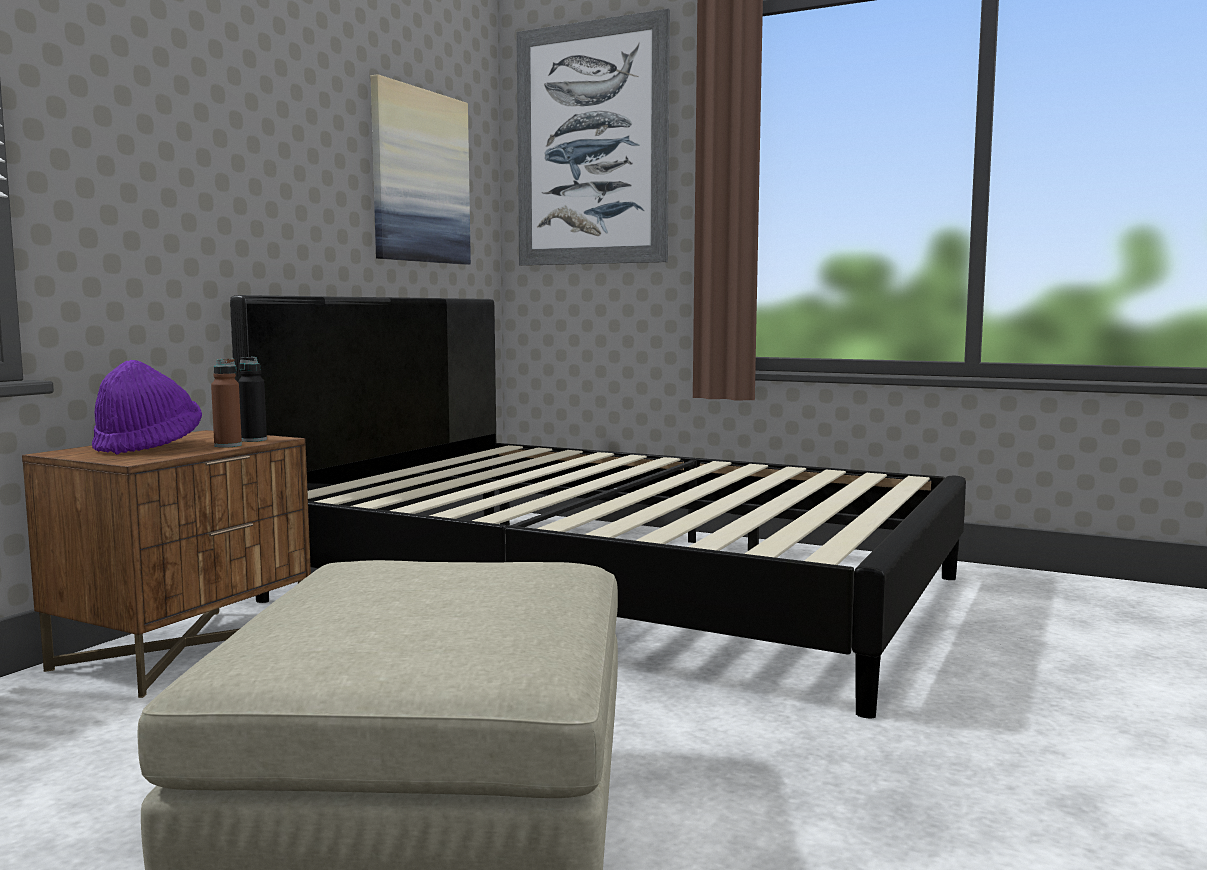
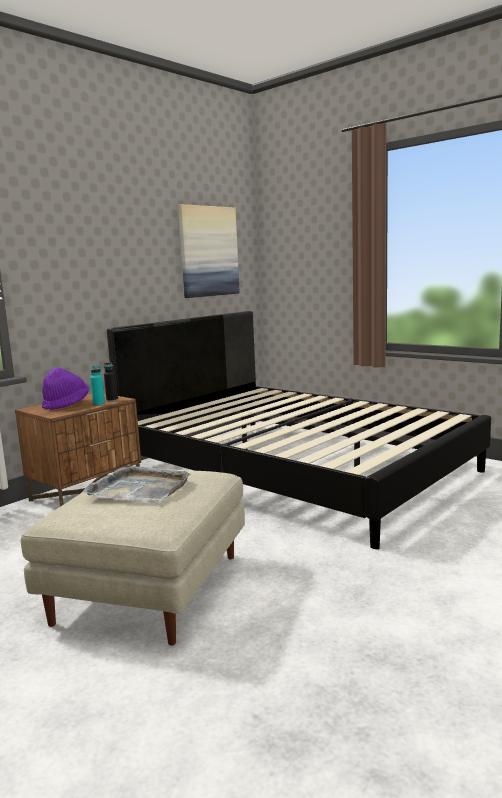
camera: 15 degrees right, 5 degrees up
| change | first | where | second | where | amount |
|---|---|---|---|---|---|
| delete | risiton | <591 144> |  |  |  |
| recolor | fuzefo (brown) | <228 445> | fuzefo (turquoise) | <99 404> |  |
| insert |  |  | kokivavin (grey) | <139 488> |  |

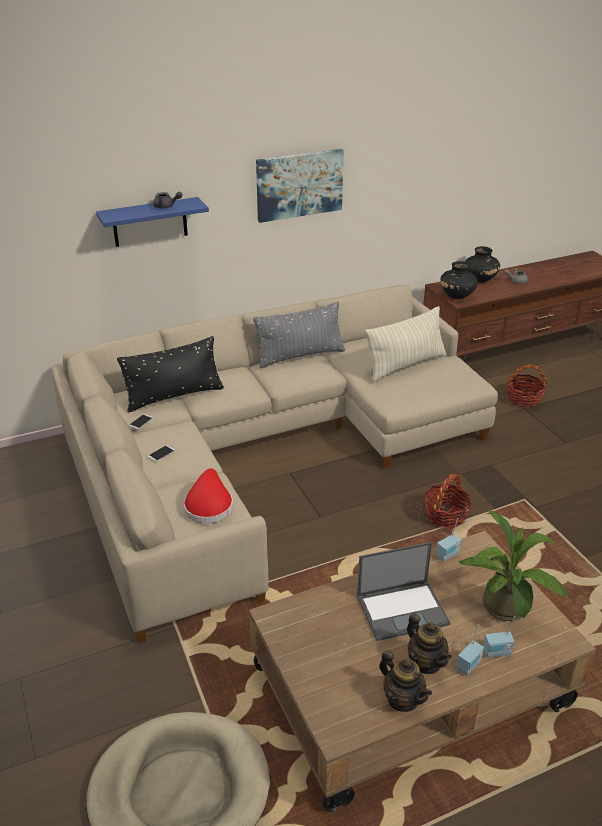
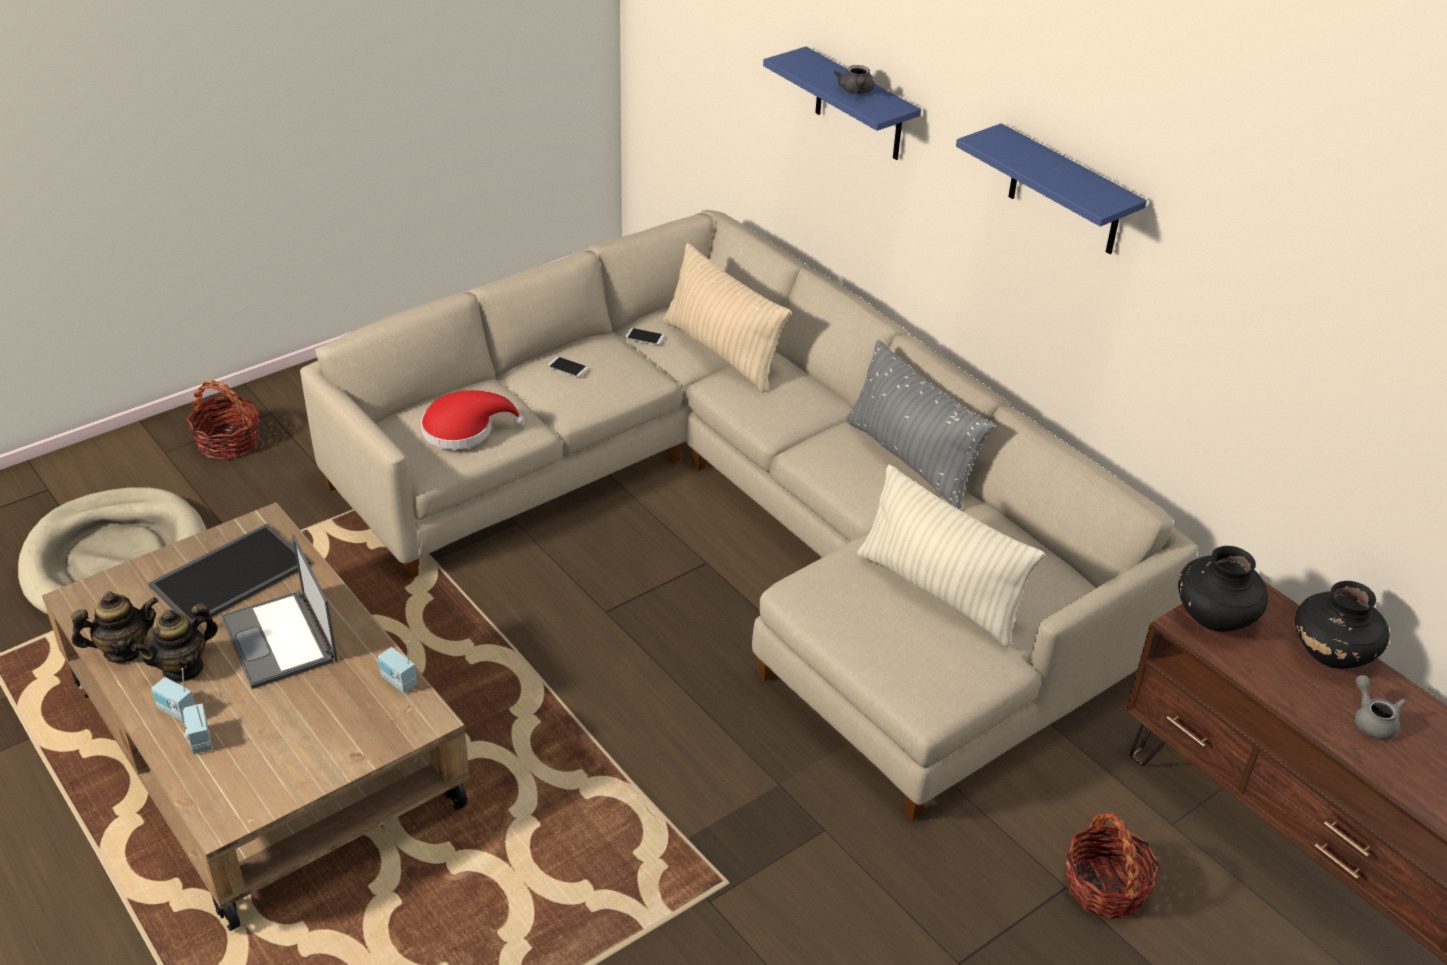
camera: 75 degrees right, 5 degrees up
| change | first | where | second | where | amount |
|---|---|---|---|---|---|
| replace | risiton | <299 184> | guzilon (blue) | <1065 192> |  |
| recolor | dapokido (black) | <174 396> | dapokido (beige) | <722 352> |  |
| move | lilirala | <445 515> |  | <228 442> |  |
| delete | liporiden | <507 611> |  |  |  |
| rotate | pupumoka | <402 699> |  | <124 650> | 150 degrees counterclockwise |
| insert |  |  | kokivavin | <231 573> |  |

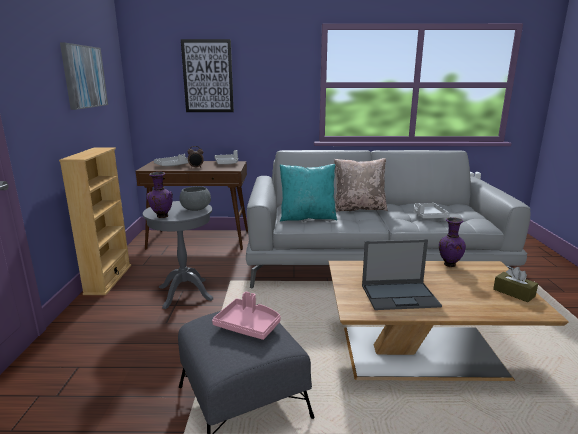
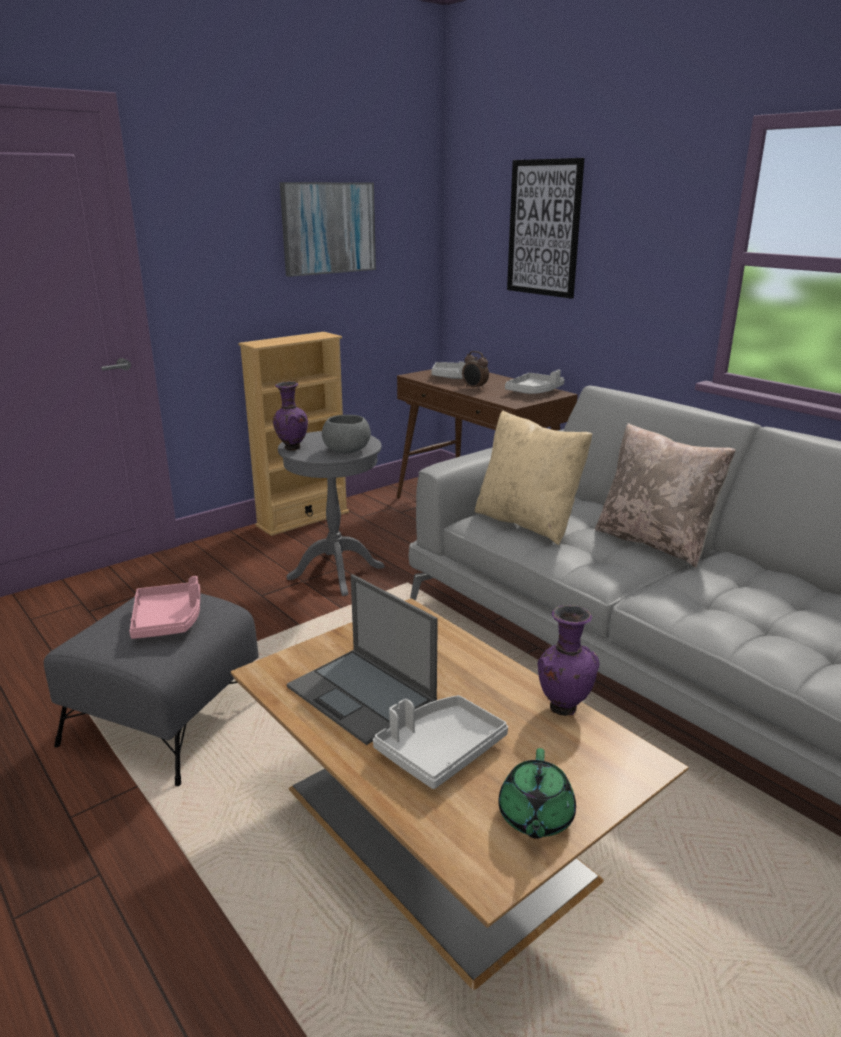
camera: 50 degrees right, 5 degrees up
| change | first | where | second | where | amount |
|---|---|---|---|---|---|
| recolor | dapokido (turquoise) | <307 217> | dapokido (beige) | <528 523> |  |
| move | kokivavin (grey) | <428 216> |  | <440 750> |  |
| replace | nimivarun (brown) | <514 293> | pupumoka (green) | <535 817> |  |

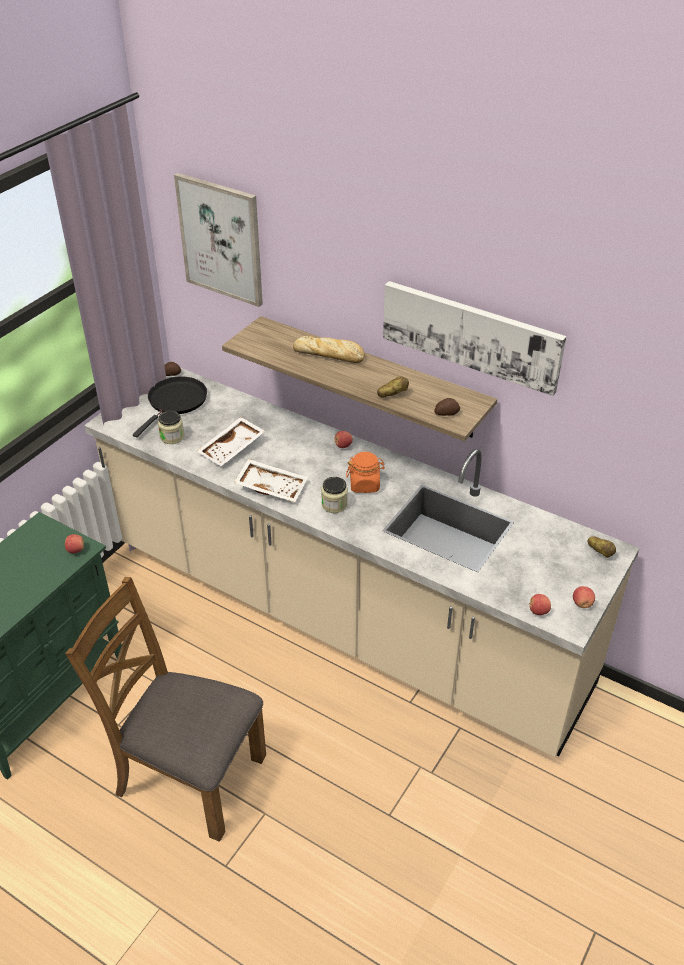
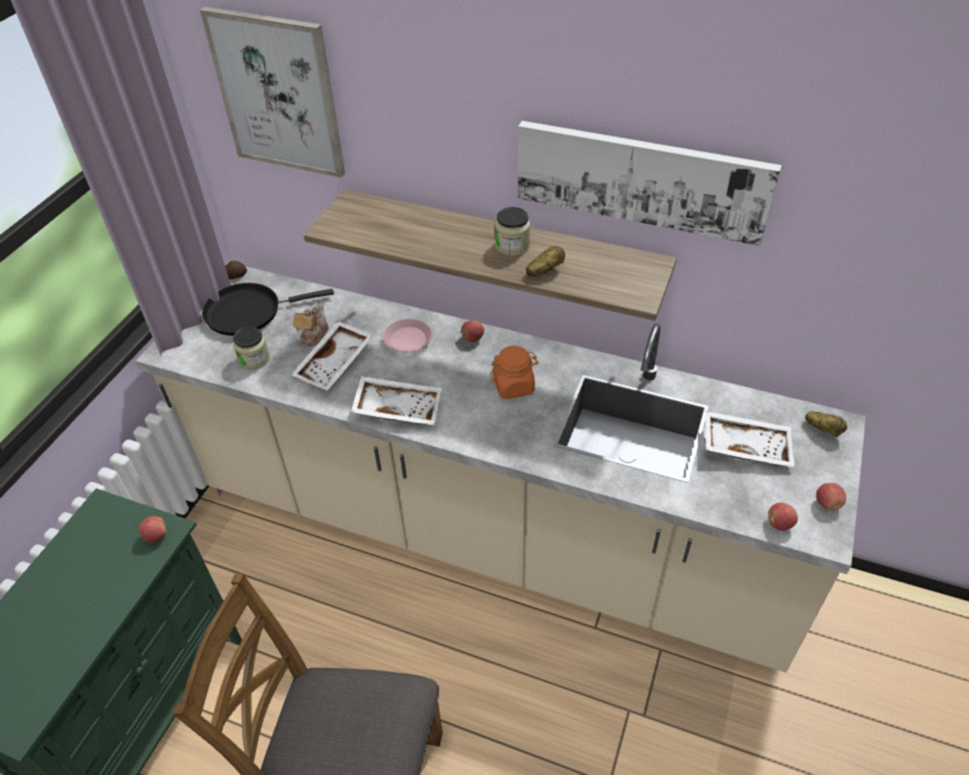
camera: 10 degrees left, 5 degrees up
| change | first | where | second | where | amount |
|---|---|---|---|---|---|
| delete | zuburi | <330 355> |  |  |  |
| rotate | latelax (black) | <175 402> |  | <248 312> | 120 degrees counterclockwise |
| delete | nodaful | <446 413> |  |  |  |
| move | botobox | <334 504> |  | <512 246> |  |
| insert |  |  | pupumoka | <312 335> |  |
| insert |  |  | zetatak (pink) | <408 340> |  |
| insert |  |  | kokivavin (white) | <746 445> |  |

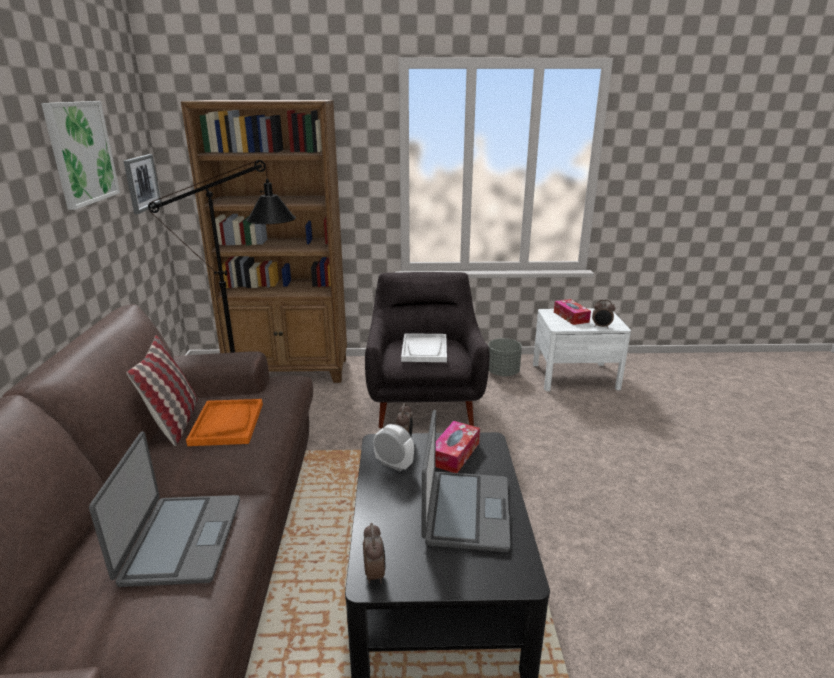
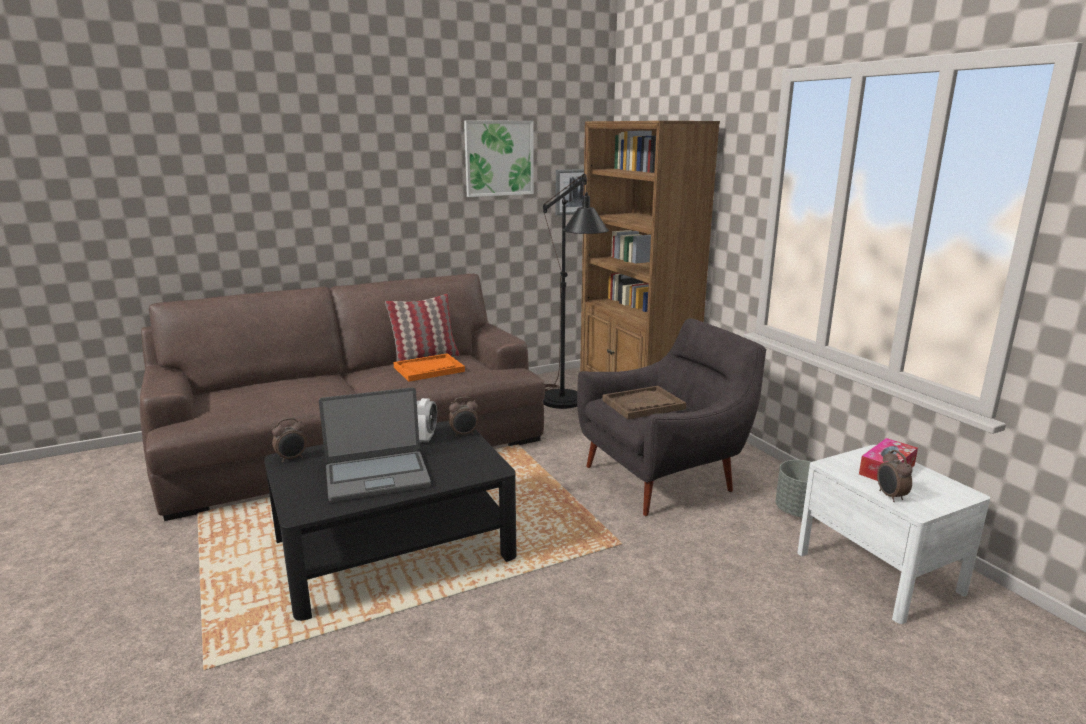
camera: 65 degrees right, 5 degrees down
| change | first | where | second | where | amount |
|---|---|---|---|---|---|
| recolor | kokivavin (white) | <424 349> | kokivavin (brown) | <643 405> |  |
| delete | nimivarun | <454 454> |  |  |  |
| delete | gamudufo | <180 540> |  |  |  |

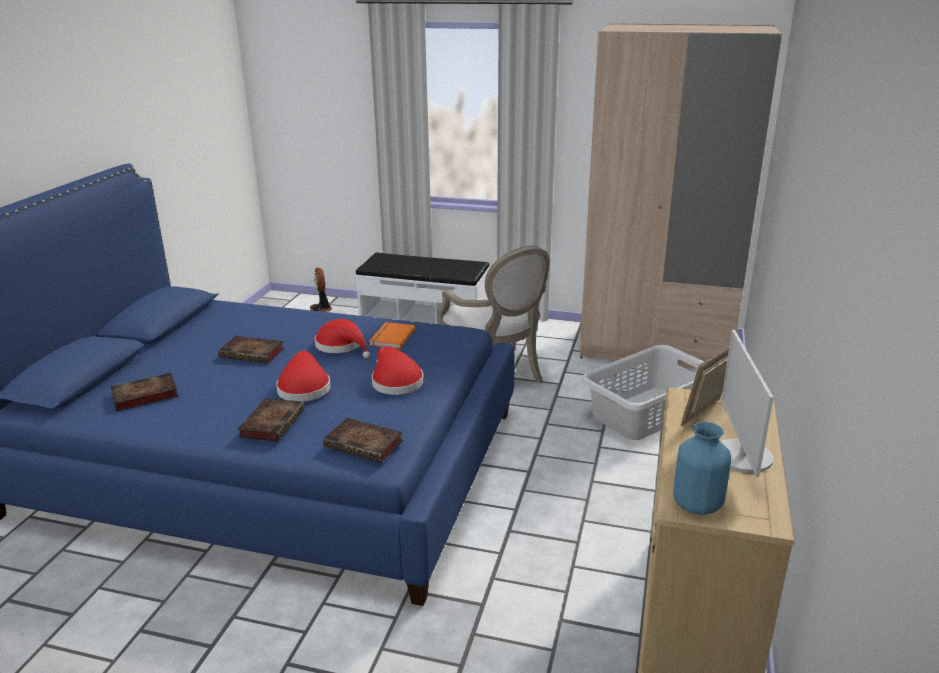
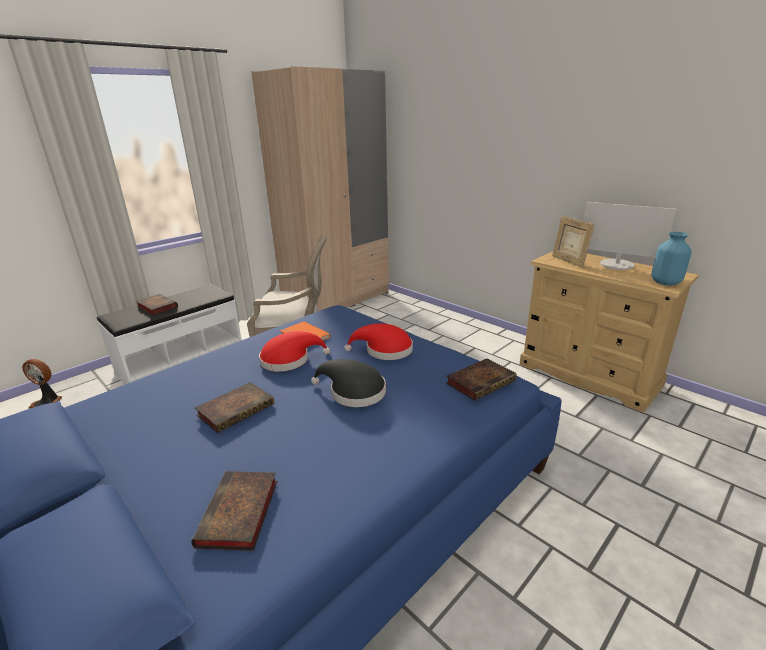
camera: 60 degrees left, 0 degrees up
| change | first | where | second | where | amount |
|---|---|---|---|---|---|
| delete | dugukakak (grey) | <647 413> |  |  |  |
| recolor | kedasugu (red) | <304 388> | kedasugu (black) | <353 392> |  |
| move | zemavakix | <272 422> |  | <156 307> |  |

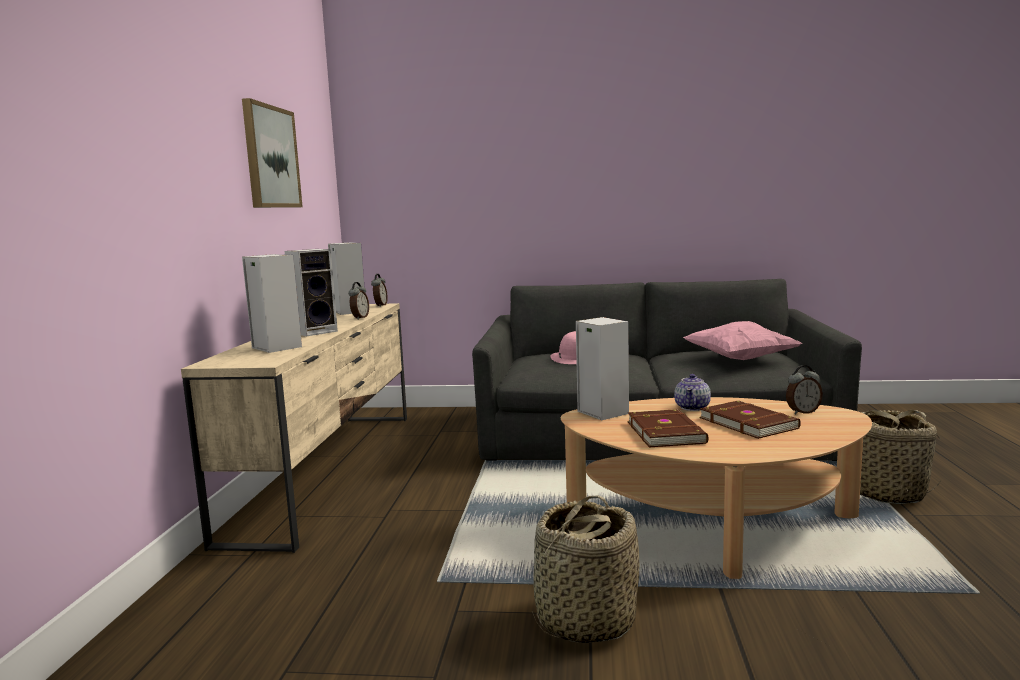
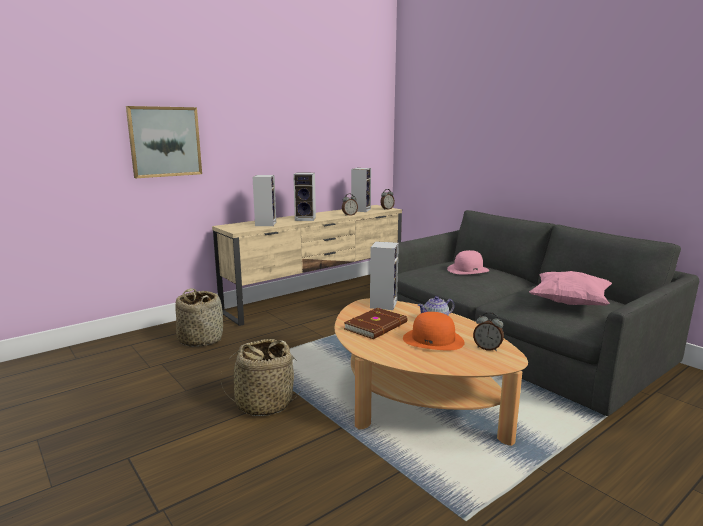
camera: 45 degrees right, 5 degrees up
| change | first | where | second | where | amount |
|---|---|---|---|---|---|
| move | risiton | <270 157> |  | <165 141> |  |
| replace | zemavakix (brown) | <748 423> | kedasugu (orange) | <433 340> |  |
| move | lilirala | <884 493> |  | <201 339> |  |

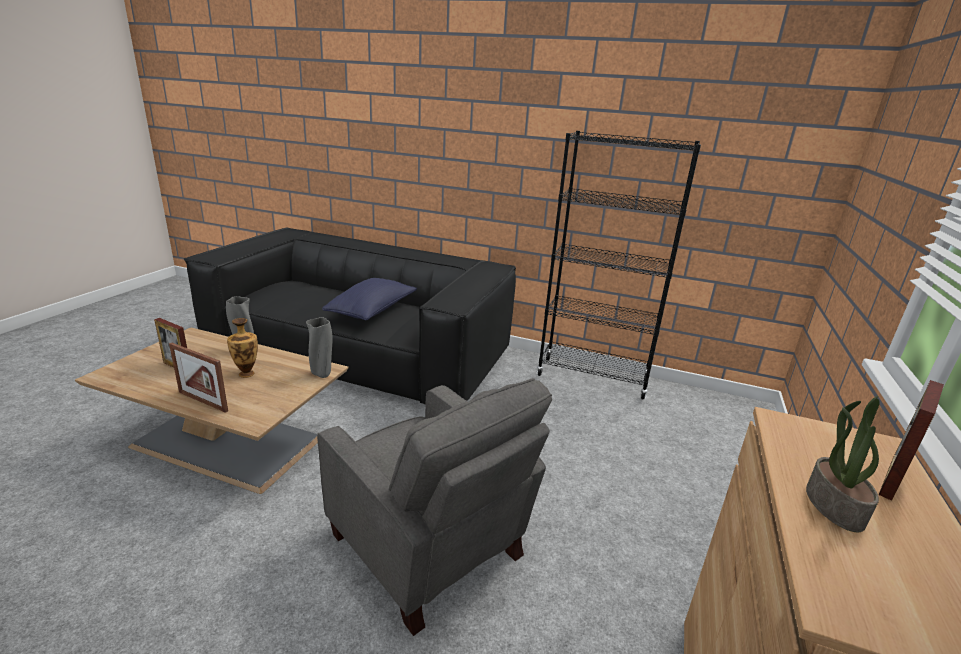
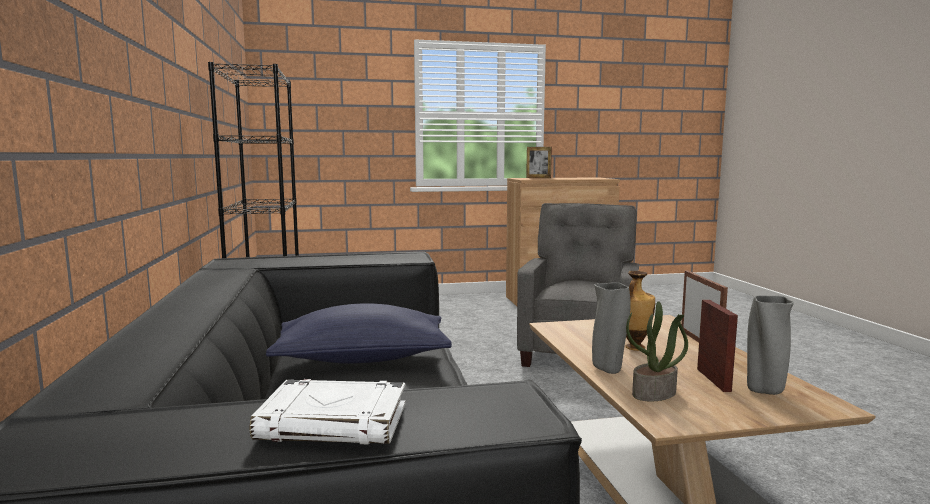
camera: 120 degrees left, 15 degrees down
| change | first | where | second | where | amount |
|---|---|---|---|---|---|
| move | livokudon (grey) | <322 374> |  | <764 391> |  |
| move | liporiden | <832 505> |  | <654 394> |  |
| insert |  |  | zemavakix (white) | <335 422> |  |

